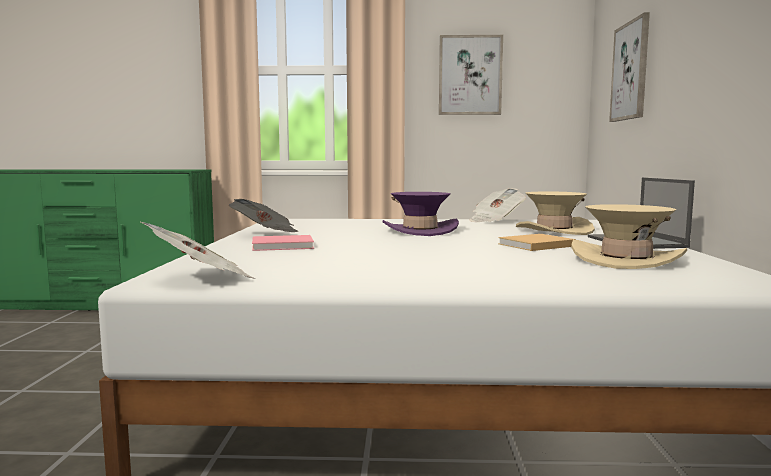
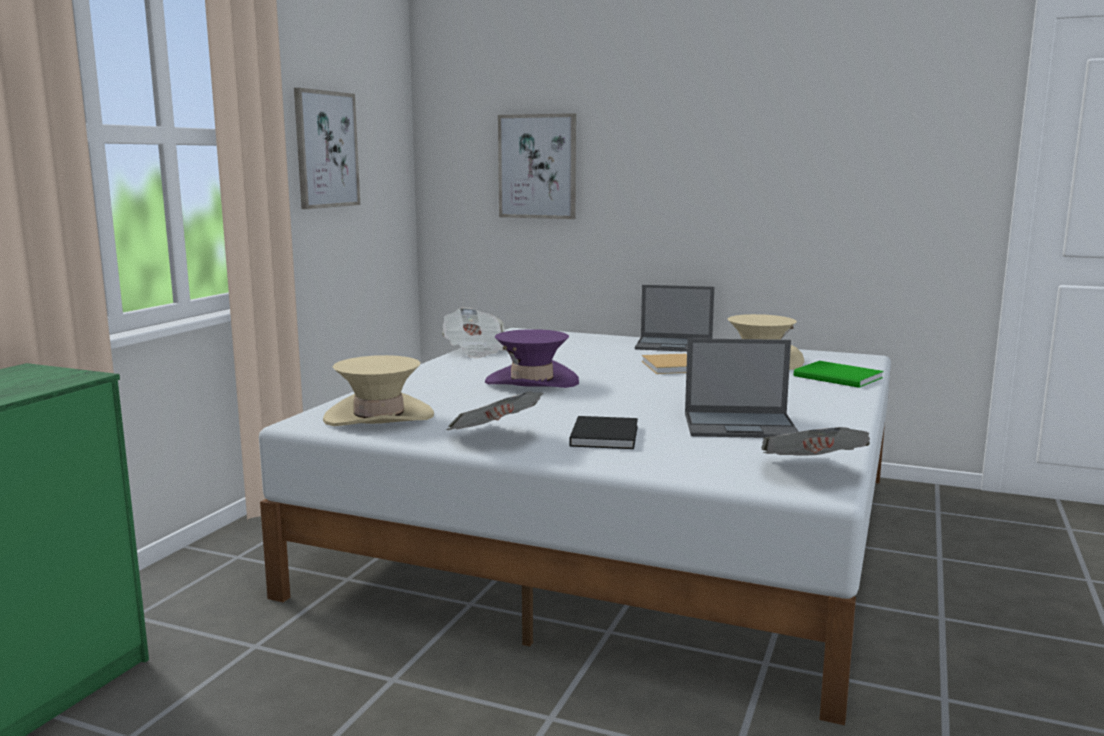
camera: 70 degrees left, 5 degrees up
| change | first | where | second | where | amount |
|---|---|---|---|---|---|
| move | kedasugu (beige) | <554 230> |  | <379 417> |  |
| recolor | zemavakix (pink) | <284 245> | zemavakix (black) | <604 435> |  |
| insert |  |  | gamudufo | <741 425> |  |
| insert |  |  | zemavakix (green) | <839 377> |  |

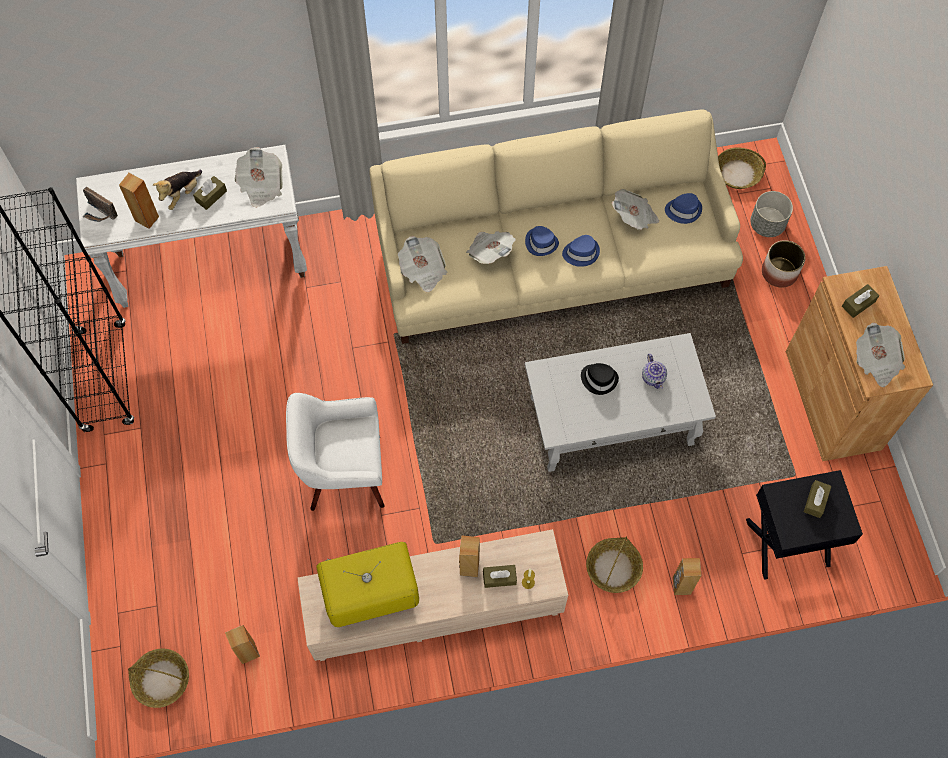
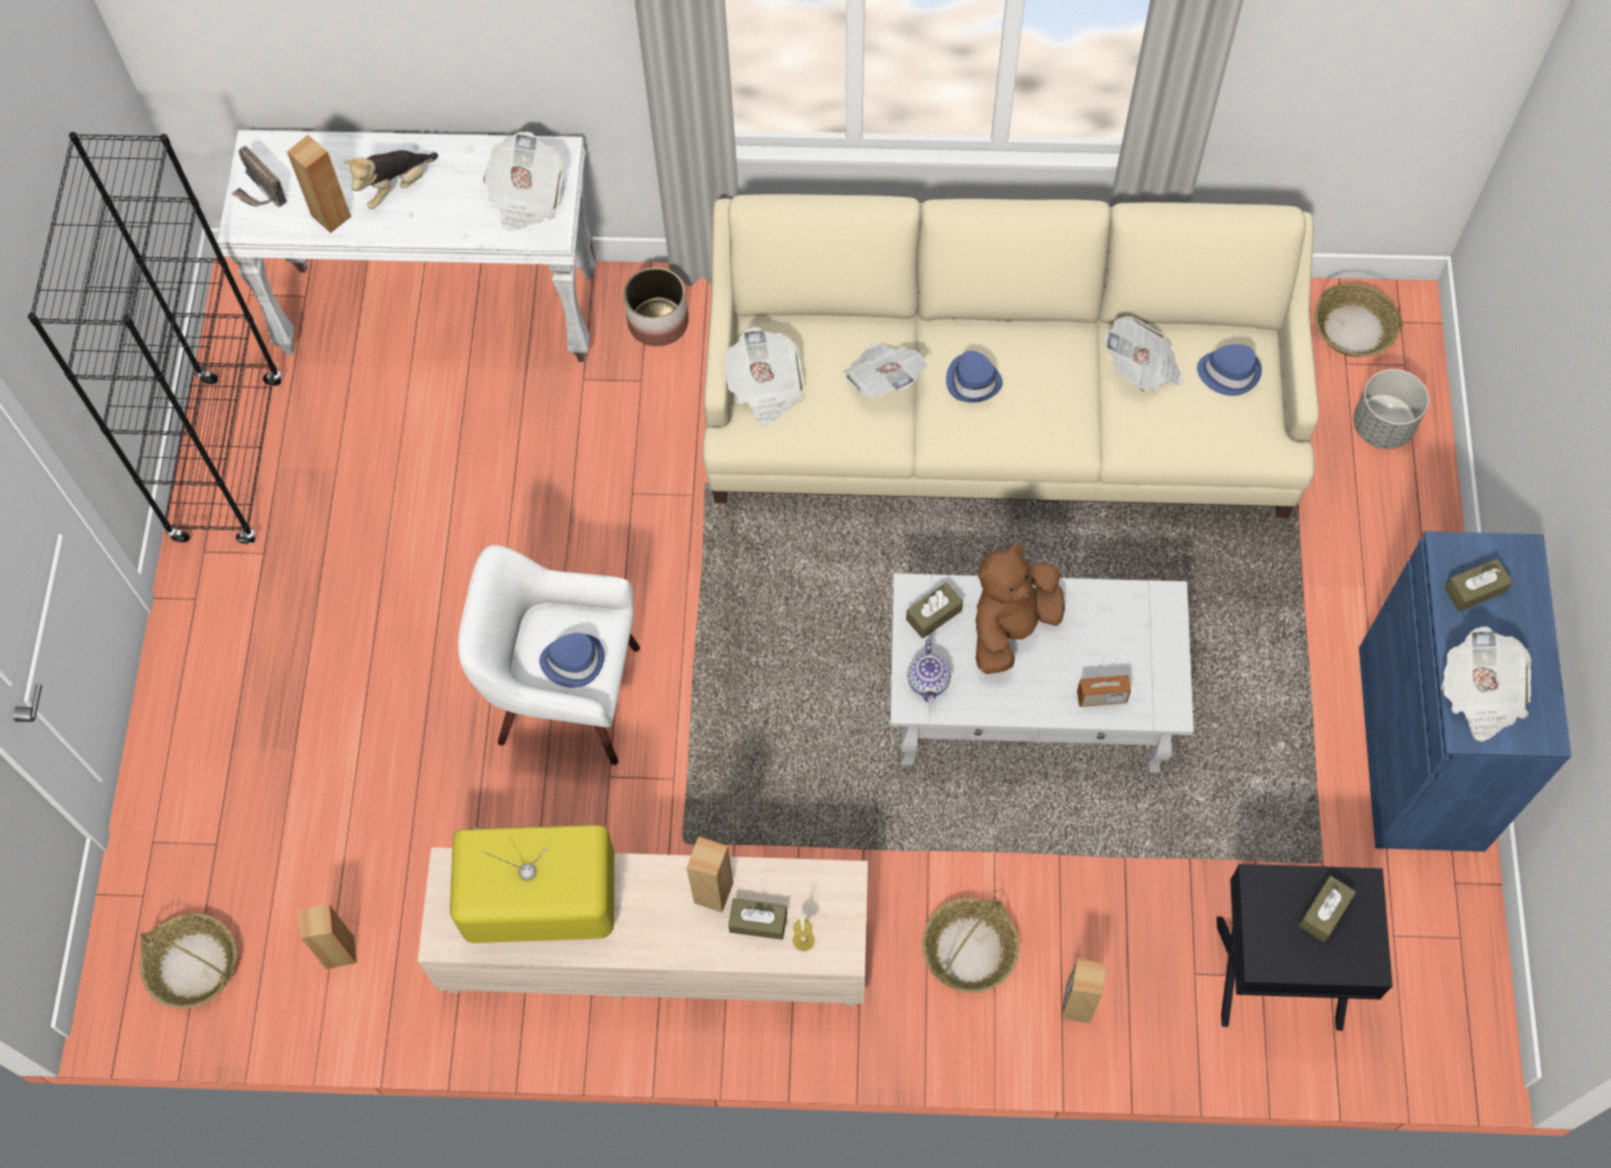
camera: 15 degrees right, 0 degrees up
| change | first | where | second | where | amount |
|---|---|---|---|---|---|
| move | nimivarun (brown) | <211 196> |  | <933 615> |  |
| move | kedasugu (blue) | <581 252> |  | <573 660> |  |
| move | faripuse | <779 272> |  | <658 321> |  |
| recolor | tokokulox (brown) | <832 400> | tokokulox (blue) | <1420 747> |  |
| move | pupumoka | <653 377> |  | <929 680> |  |
| replace | kedasugu (black) | <599 379> | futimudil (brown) | <1011 627> |  |
| insert |  |  | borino | <1101 697> |  |

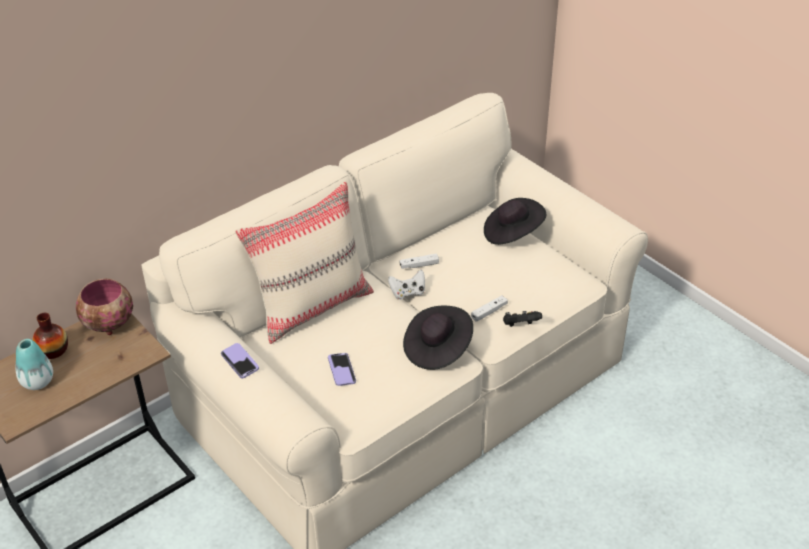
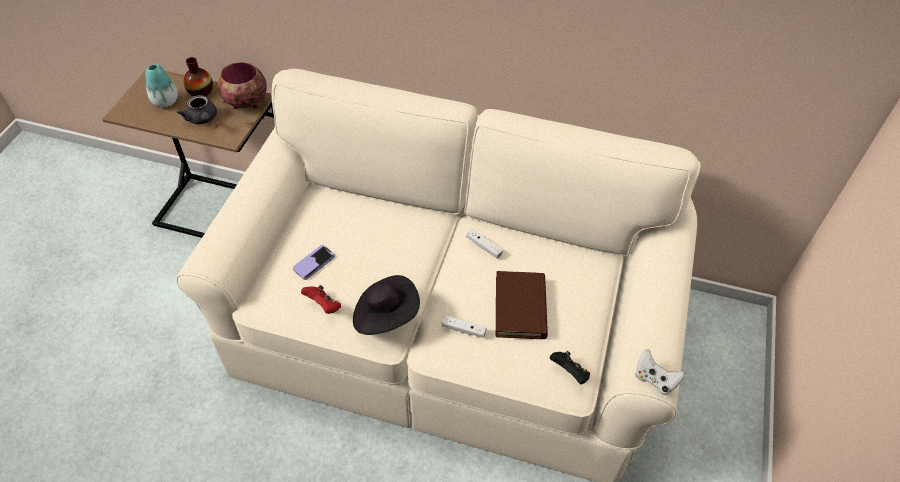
camera: 55 degrees right, 10 degrees up
| change | first | where | second | where | amount |
|---|---|---|---|---|---|
| delete | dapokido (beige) | <312 306> |  |  |  |
| delete | kedasugu (black) | <512 233> |  |  |  |
| move | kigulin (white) | <408 293> |  | <655 379> |  |
| move | kigulin (black) | <520 325> |  | <569 373> |  |
| delete | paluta | <240 362> |  |  |  |
| insert |  |  | pupumoka (grey) | <203 119> |  |
| insert |  |  | zemavakix (brown) | <520 307> |  |
| insert |  |  | kigulin (red) | <323 306> |  |

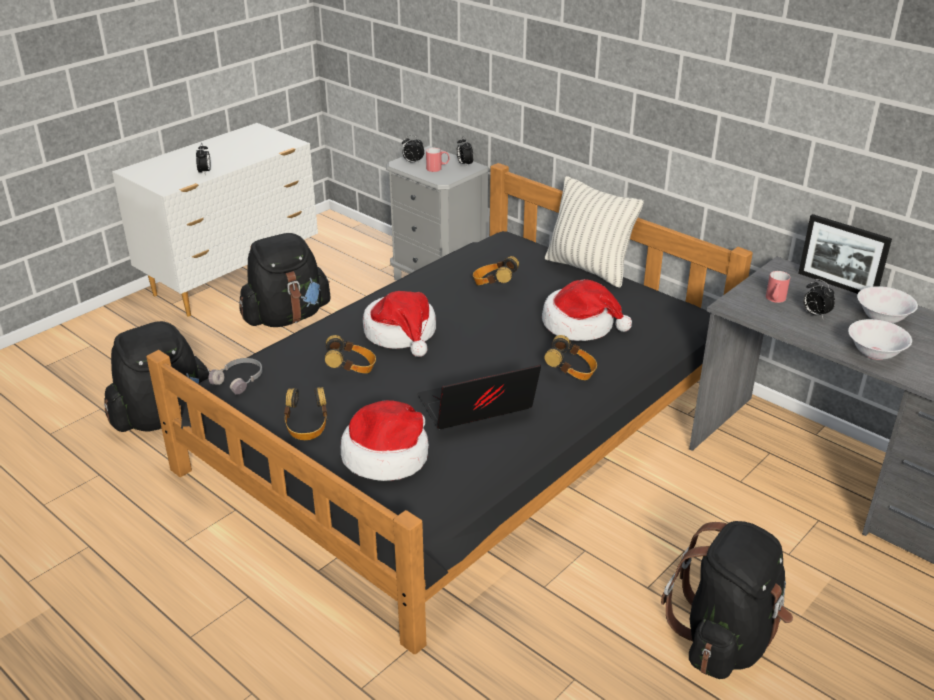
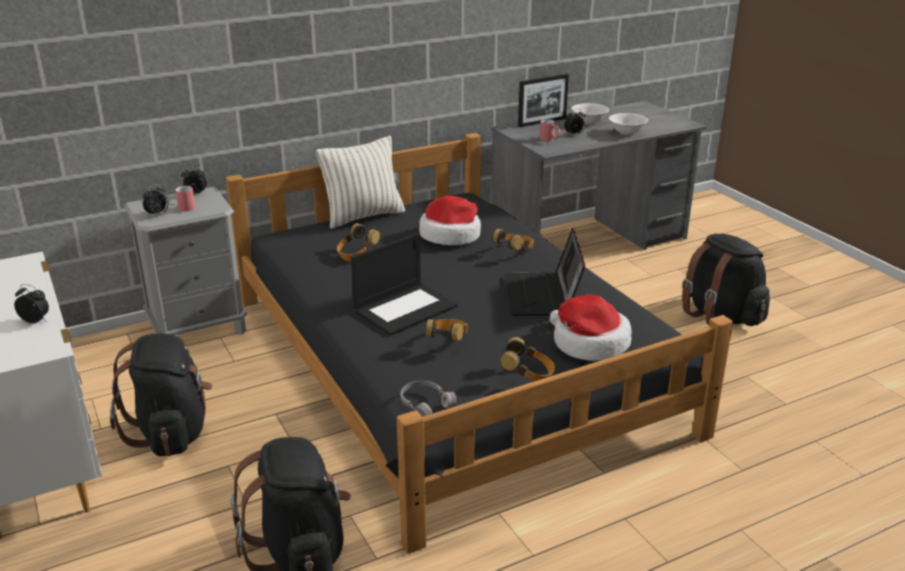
camera: 70 degrees left, 5 degrees down
| change | first | where | second | where | amount |
|---|---|---|---|---|---|
| replace | kedasugu | <401 333> | gamudufo | <405 308> |  |

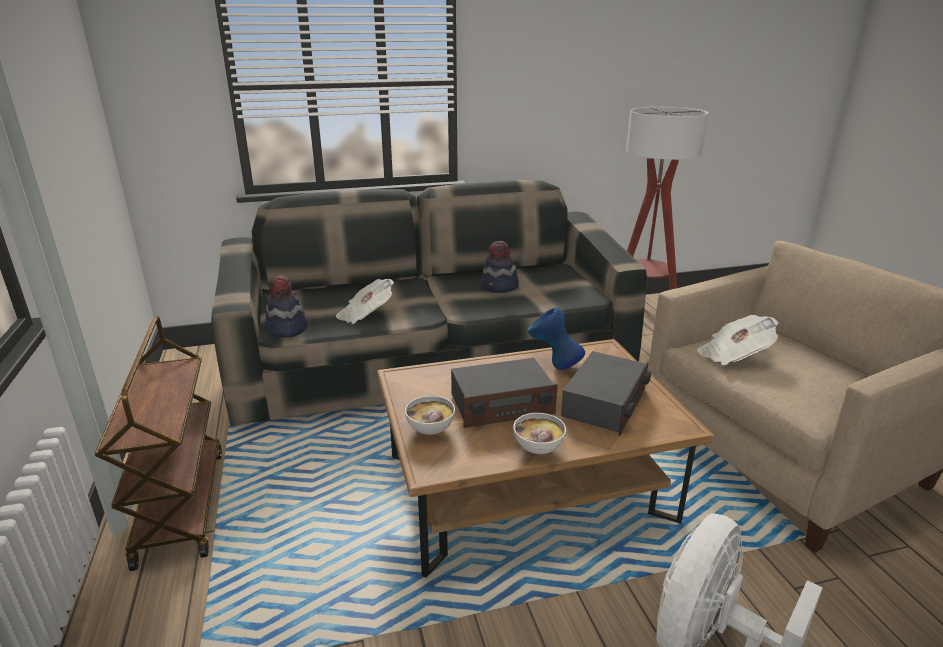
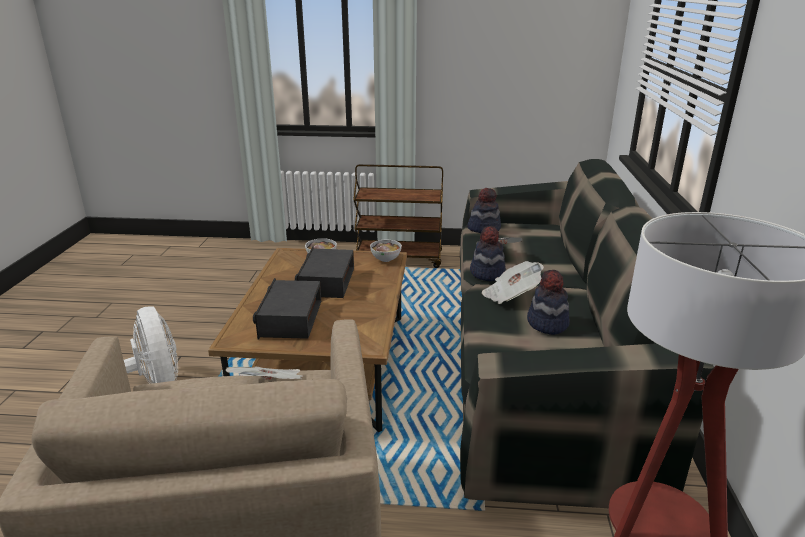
camera: 110 degrees right, 0 degrees up
| change | first | where | second | where | amount |
|---|---|---|---|---|---|
| delete | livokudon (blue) | <554 366> |  |  |  |
| rotate | borino | <605 403> |  | <290 319> | 45 degrees clockwise |
| move | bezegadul | <538 448> |  | <386 259> |  |
| insert |  |  | kedasugu | <487 273> |  |
| insert |  |  | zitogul | <511 295> |  |

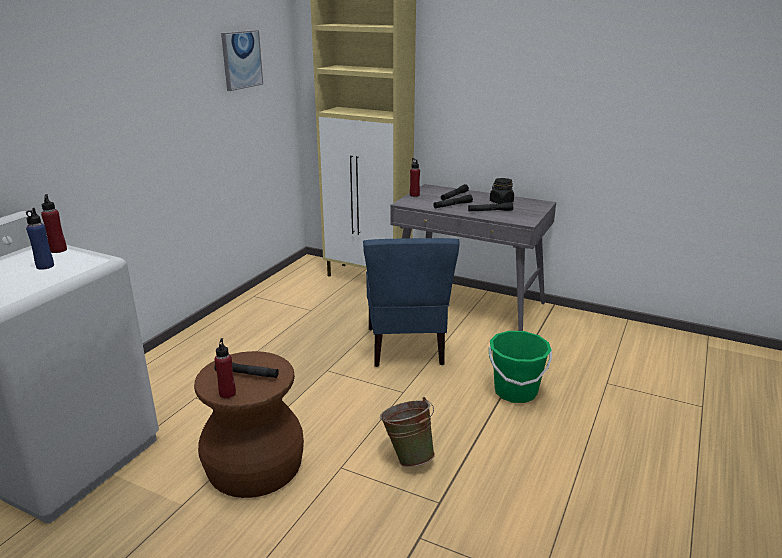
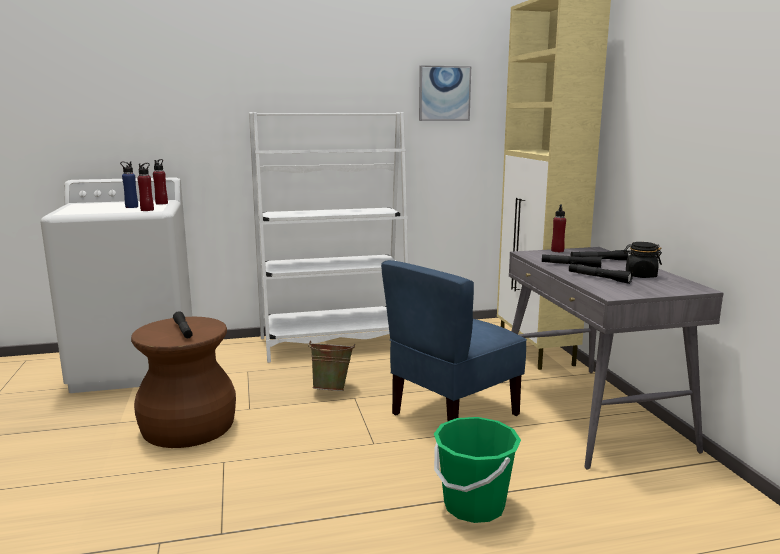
camera: 50 degrees right, 10 degrees down
| change | first | where | second | where | amount |
|---|---|---|---|---|---|
| move | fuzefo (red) | <227 393> |  | <147 210> |  |
| move | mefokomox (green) | <408 456> |  | <332 389> |  |
| insert |  |  | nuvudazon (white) | <334 344> |  |

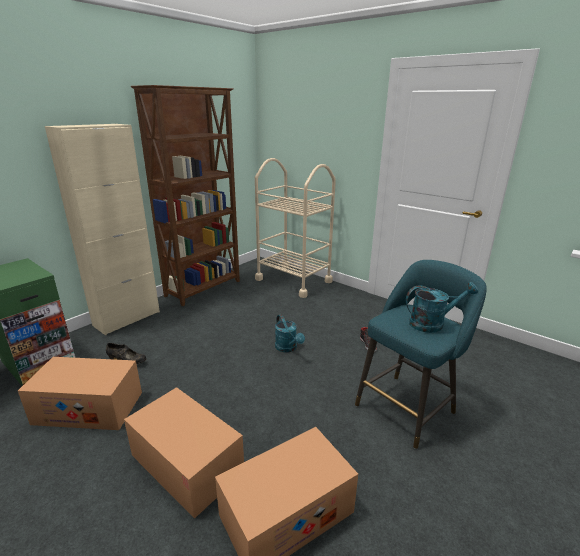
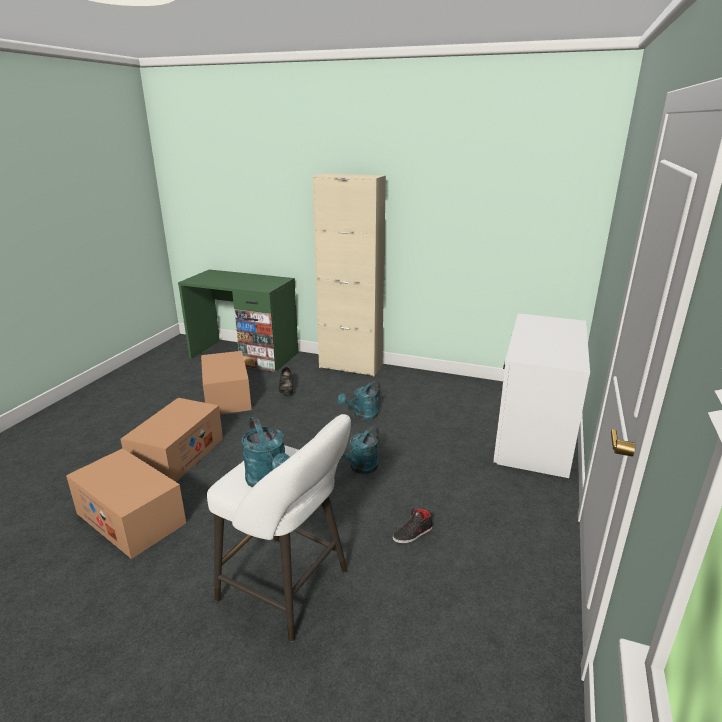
camera: 70 degrees right, 0 degrees up
| change | first | where | second | where | amount |
|---|---|---|---|---|---|
| delete | nuvudazon (brown) | <204 288> |  |  |  |
| replace | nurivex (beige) | <293 280> | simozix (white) | <534 434> |  |
| recolor | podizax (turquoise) | <408 406> | podizax (white) | <289 588> |  |
| insert |  |  | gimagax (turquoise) | <362 415> |  |

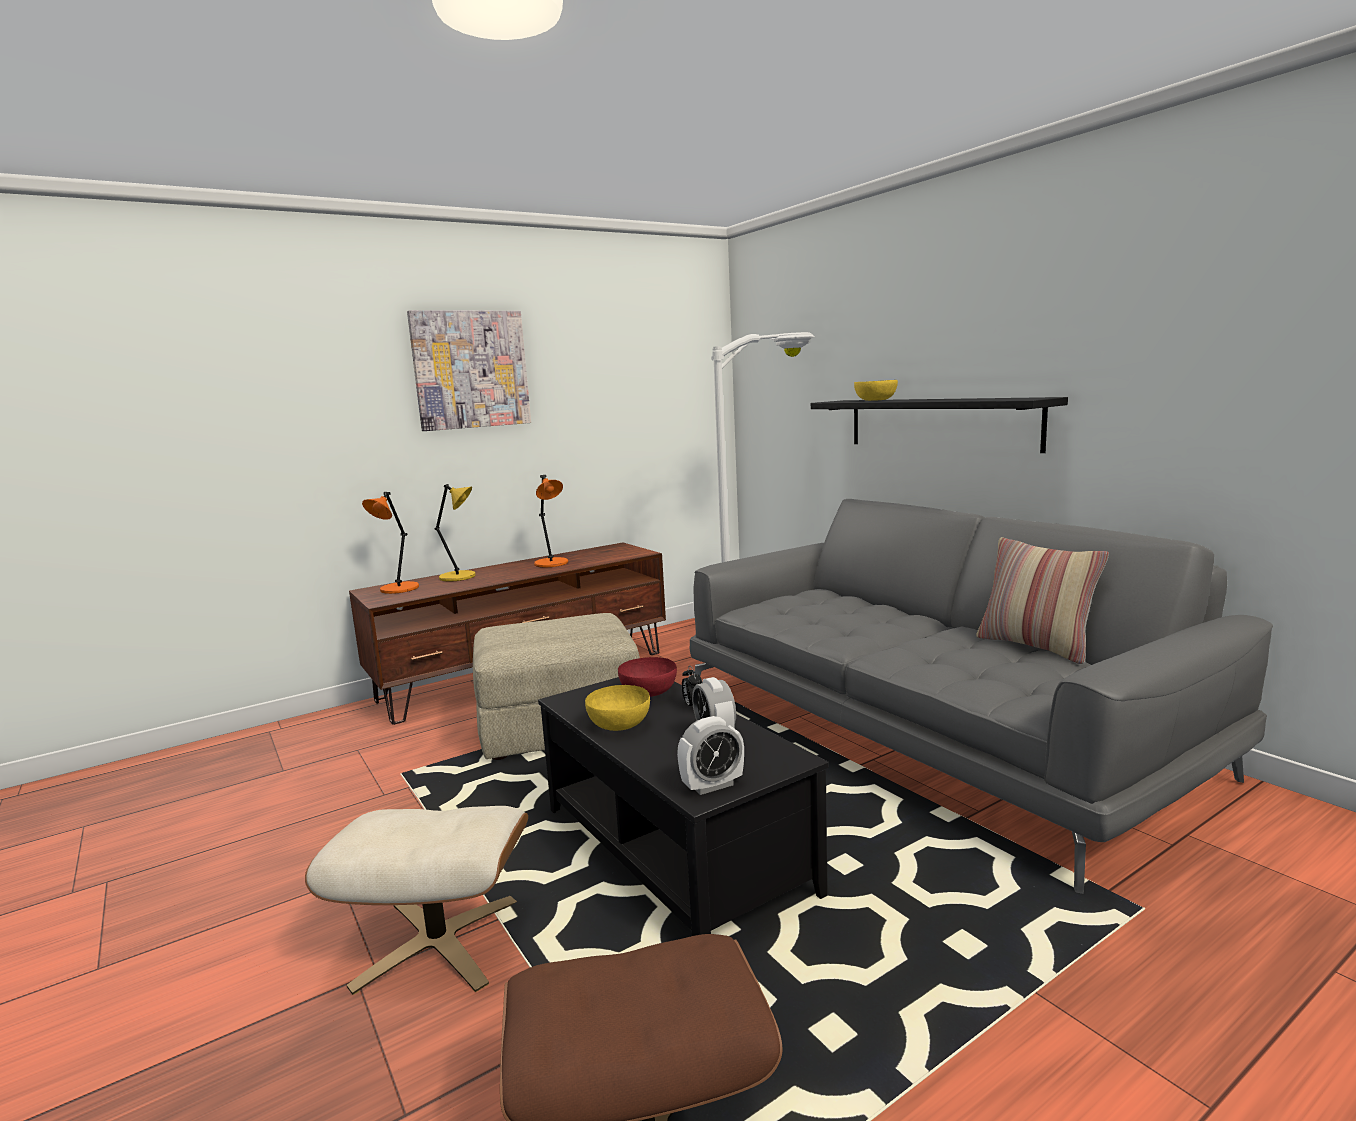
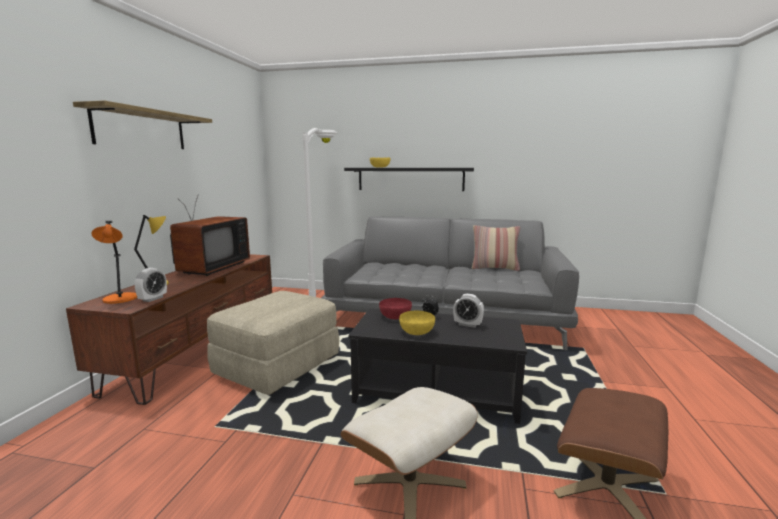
camera: 45 degrees left, 0 degrees up
| change | first | where | second | where | amount |
|---|---|---|---|---|---|
| replace | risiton | <471 369> | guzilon | <141 129> |  |
| replace | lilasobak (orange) | <552 564> | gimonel | <210 268> |  |
| move | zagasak | <712 785> |  | <153 299> |  |

